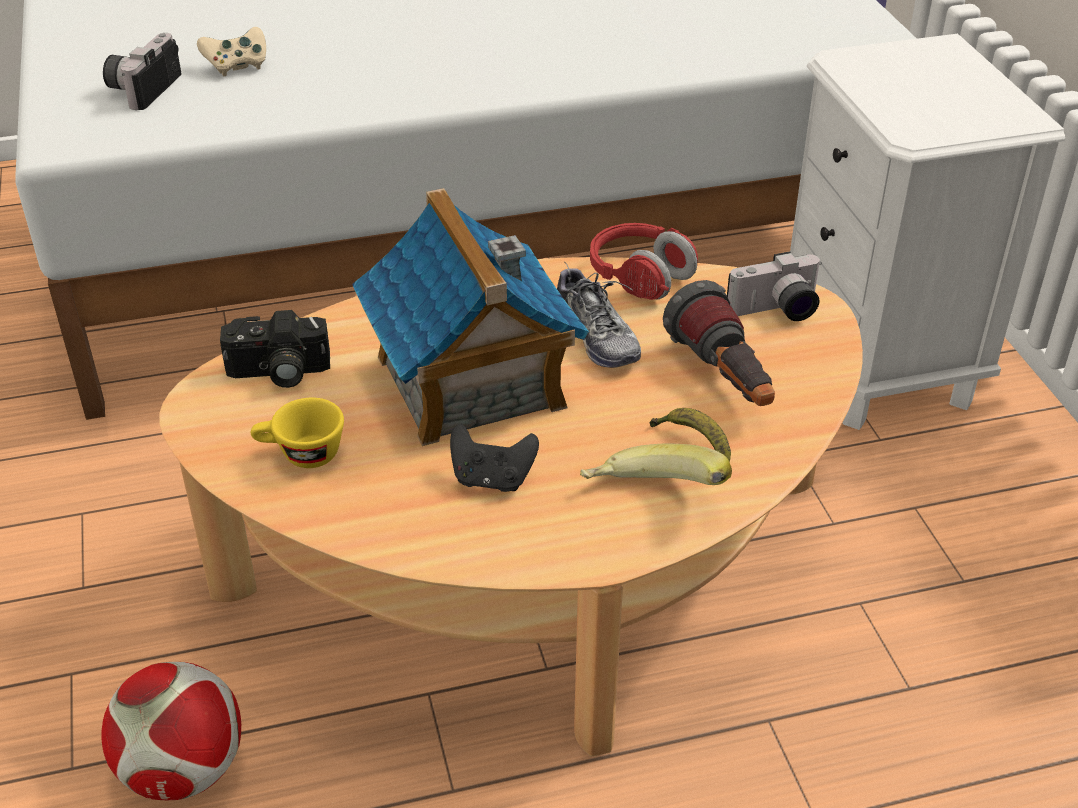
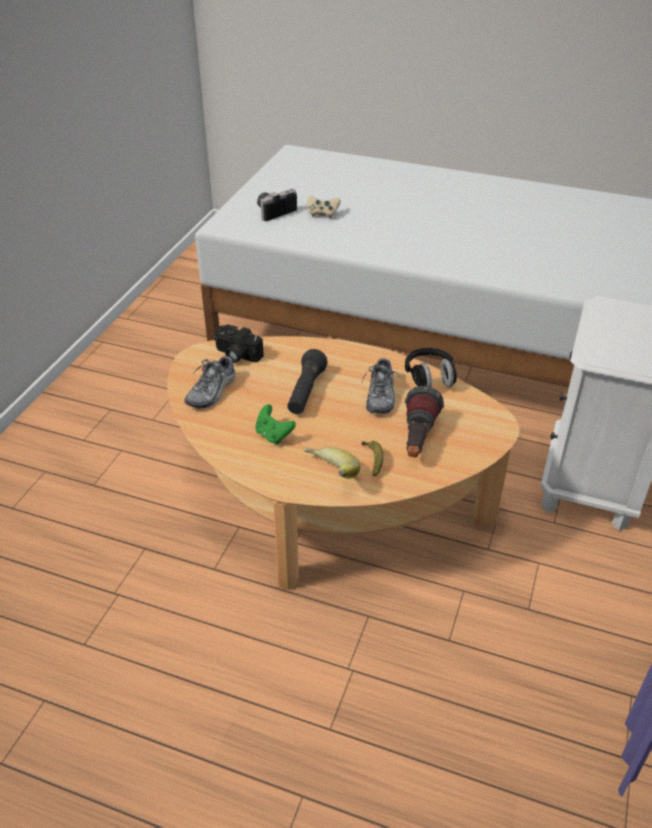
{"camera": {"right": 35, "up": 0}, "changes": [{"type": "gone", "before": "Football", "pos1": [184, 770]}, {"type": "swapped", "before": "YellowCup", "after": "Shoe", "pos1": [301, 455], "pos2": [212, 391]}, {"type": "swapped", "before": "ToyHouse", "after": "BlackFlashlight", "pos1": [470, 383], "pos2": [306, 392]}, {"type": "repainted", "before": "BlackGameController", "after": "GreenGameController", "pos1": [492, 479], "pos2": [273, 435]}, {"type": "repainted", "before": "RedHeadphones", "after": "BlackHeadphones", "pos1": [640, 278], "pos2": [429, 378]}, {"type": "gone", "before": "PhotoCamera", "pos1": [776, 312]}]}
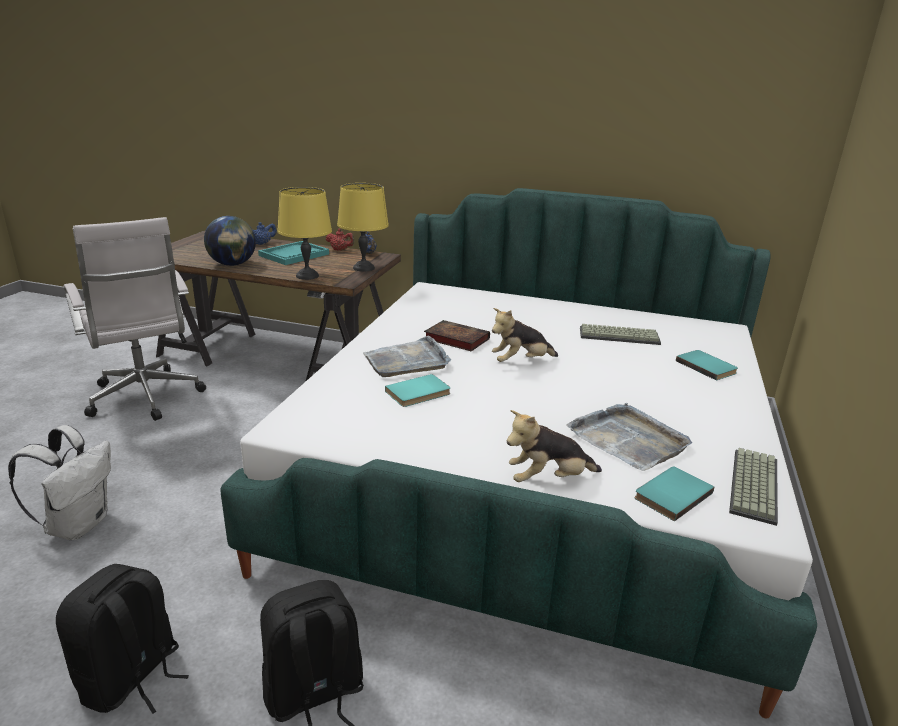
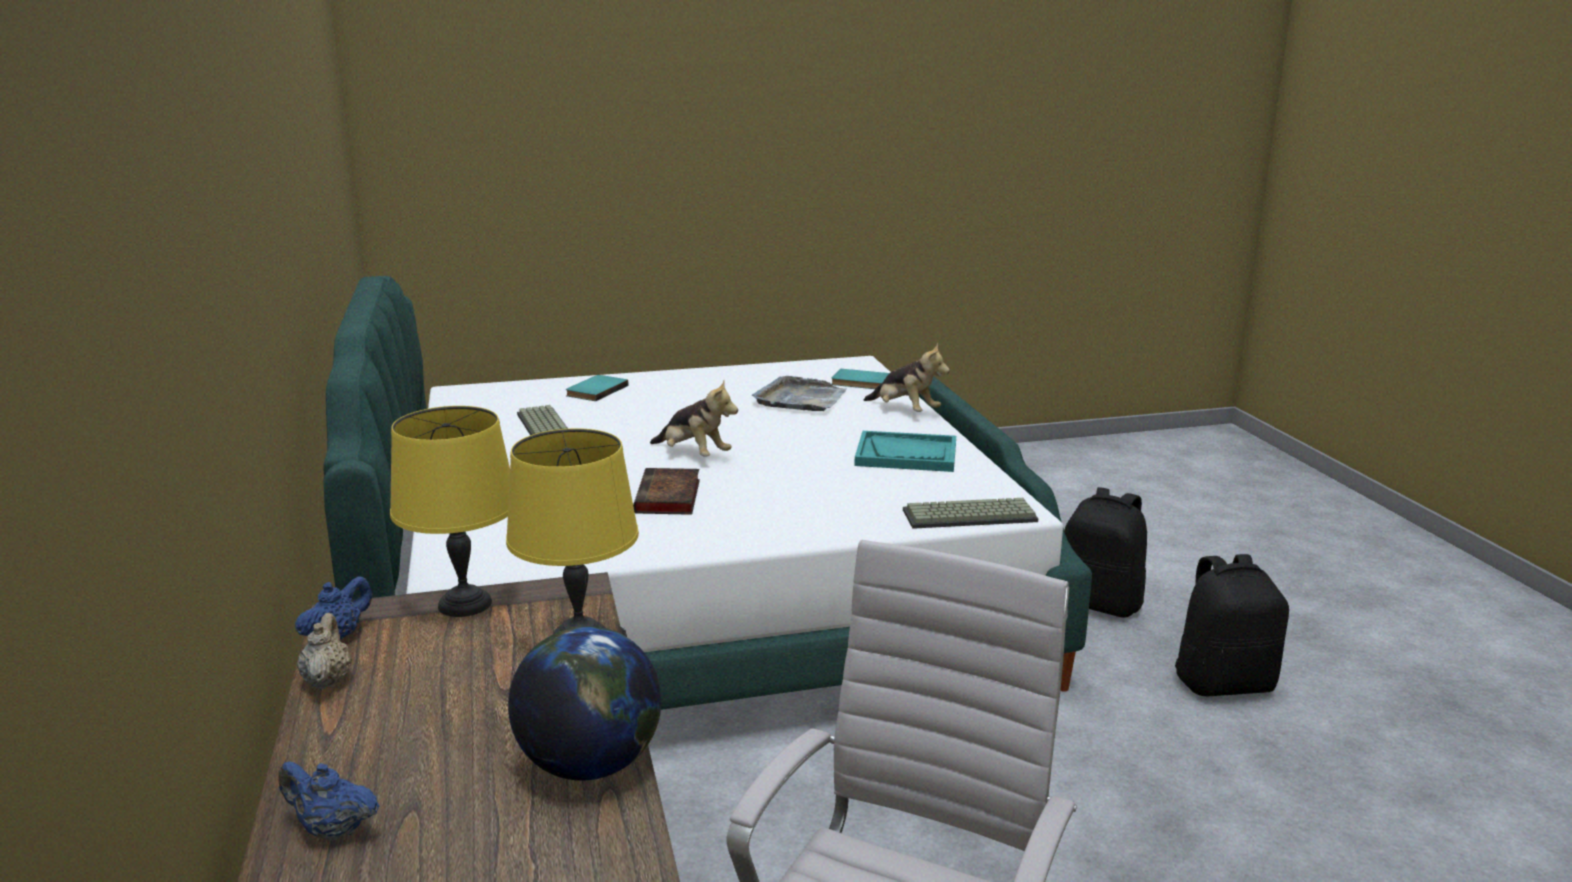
{"camera": {"right": -120, "up": -5}, "changes": [{"type": "gone", "before": "WhiteBackpack", "pos1": [78, 524]}, {"type": "shifted", "before": "TurquoiseTray", "pos1": [294, 255], "pos2": [906, 455]}, {"type": "repainted", "before": "RedTeapot", "after": "BeigeTeapot", "pos1": [340, 250], "pos2": [327, 680]}, {"type": "gone", "before": "GreyTray", "pos1": [407, 361]}, {"type": "gone", "before": "TurquoiseBook", "pos1": [419, 393]}, {"type": "shifted", "before": "Keyboard", "pos1": [751, 484], "pos2": [968, 517]}]}
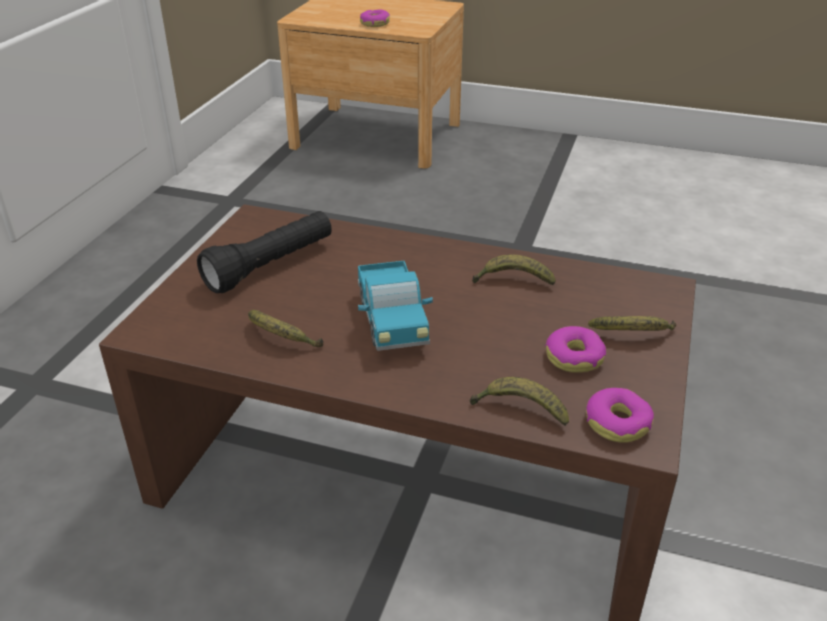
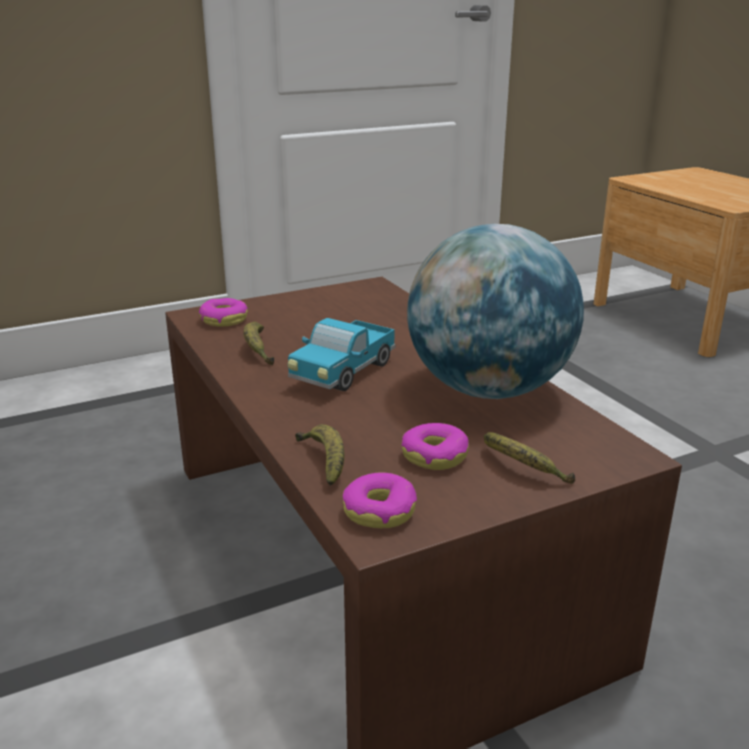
{"camera": {"right": 45, "up": -10}, "changes": [{"type": "gone", "before": "BlackFlashlight", "pos1": [271, 266]}, {"type": "shifted", "before": "Donut", "pos1": [374, 23], "pos2": [224, 320]}, {"type": "swapped", "before": "Banana", "after": "Globe", "pos1": [512, 281], "pos2": [488, 389]}]}
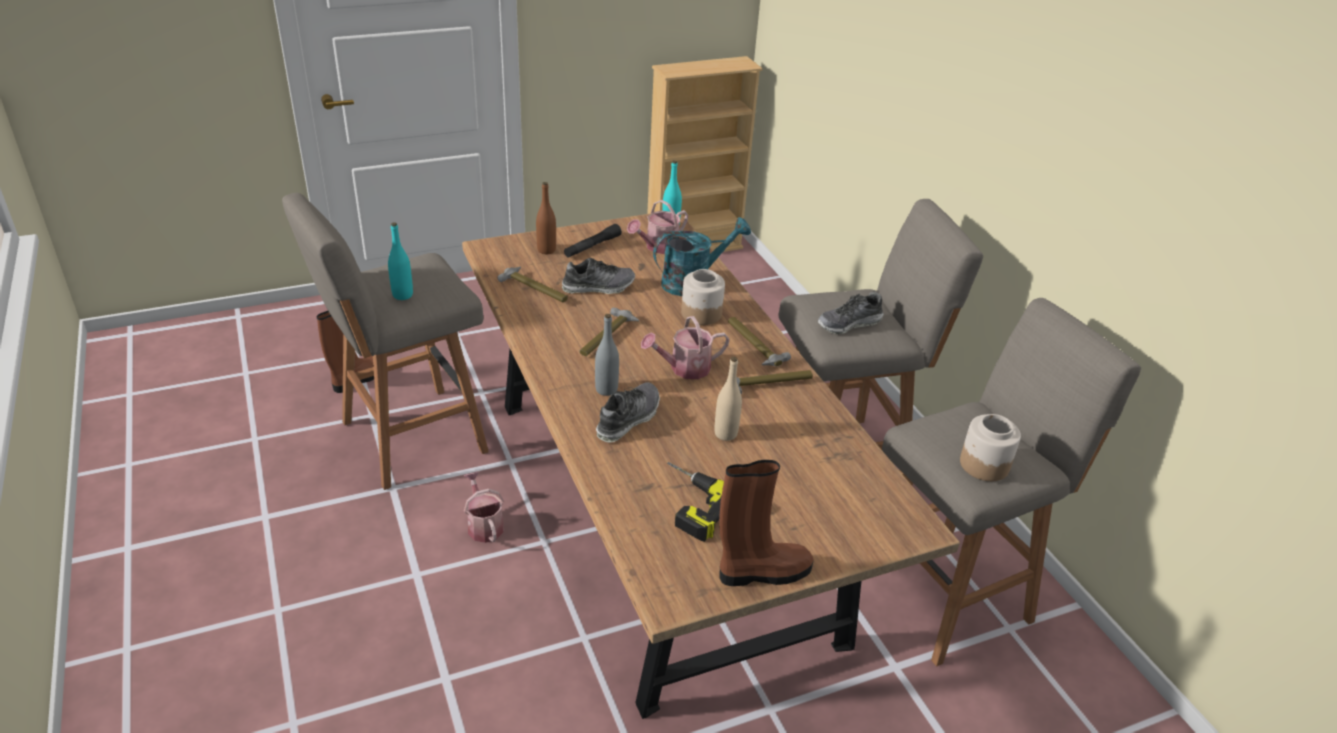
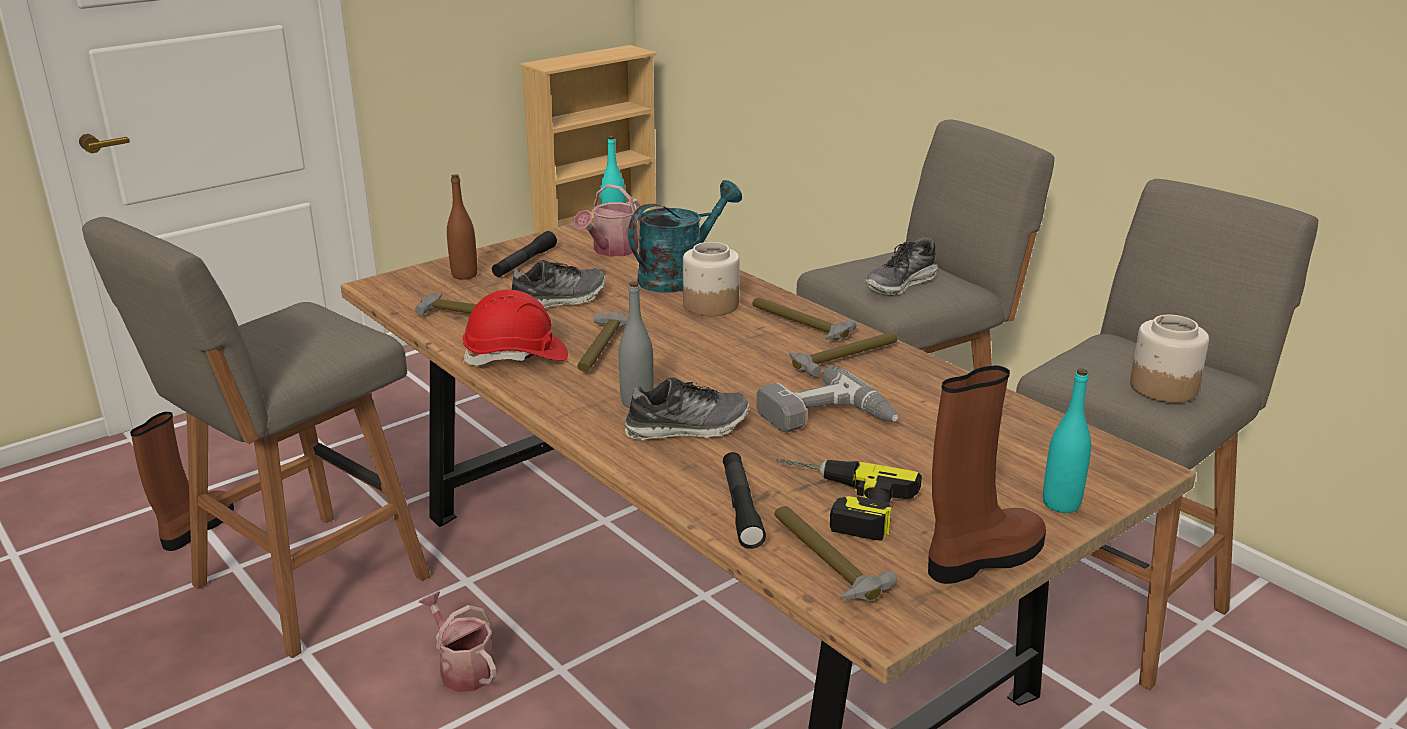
{"camera": {"right": -15, "up": -10}, "changes": [{"type": "shifted", "before": "TurquoiseBottle", "pos1": [402, 295], "pos2": [1061, 504]}, {"type": "rotated", "before": "Shoe", "pos1": [628, 419], "pos2": [687, 428], "turn": 60}, {"type": "gone", "before": "WateringCan", "pos1": [684, 368]}, {"type": "swapped", "before": "BeigeBottle", "after": "PowerDrill", "pos1": [725, 434], "pos2": [827, 419]}, {"type": "new", "after": "RedHardHat", "pos2": [516, 357]}, {"type": "new", "after": "BlackFlashlight", "pos2": [741, 507]}, {"type": "new", "after": "Hammer", "pos2": [824, 561]}]}
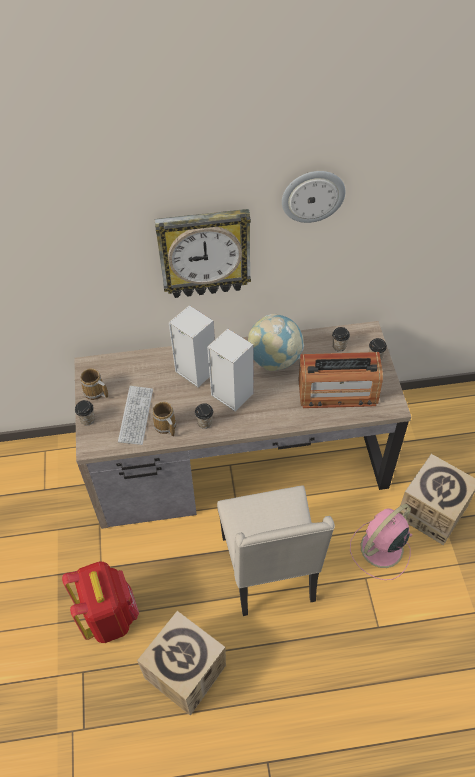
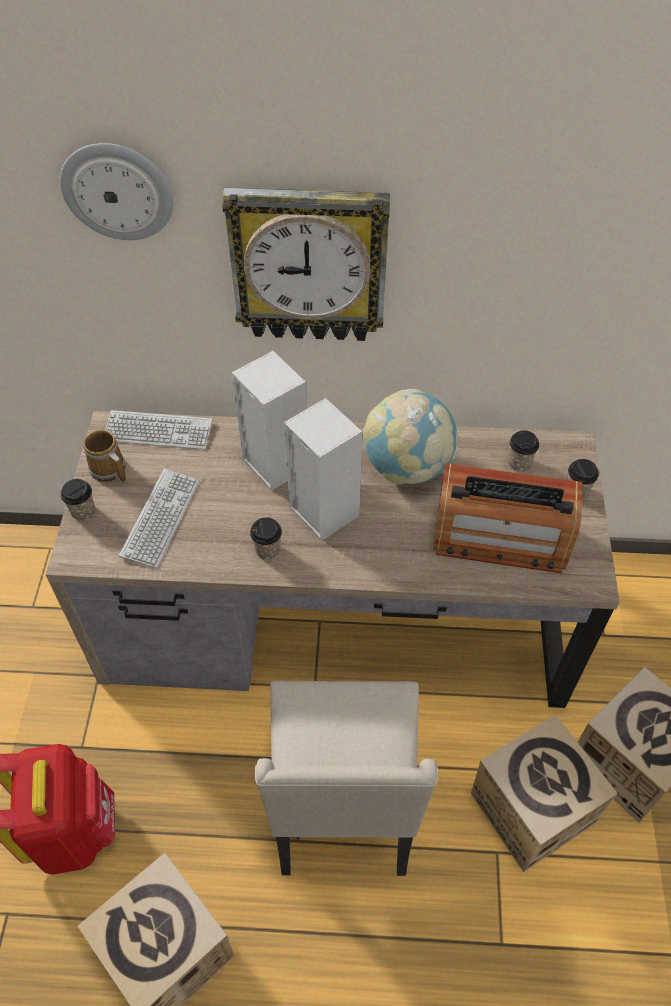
{"camera": {"right": 10, "up": 0}, "changes": [{"type": "gone", "before": "Mug", "pos1": [165, 426]}, {"type": "shifted", "before": "WallClock", "pos1": [313, 196], "pos2": [118, 191]}, {"type": "swapped", "before": "PinkFan", "after": "CardboardBox", "pos1": [380, 549], "pos2": [531, 808]}, {"type": "new", "after": "Keyboard", "pos2": [158, 431]}]}
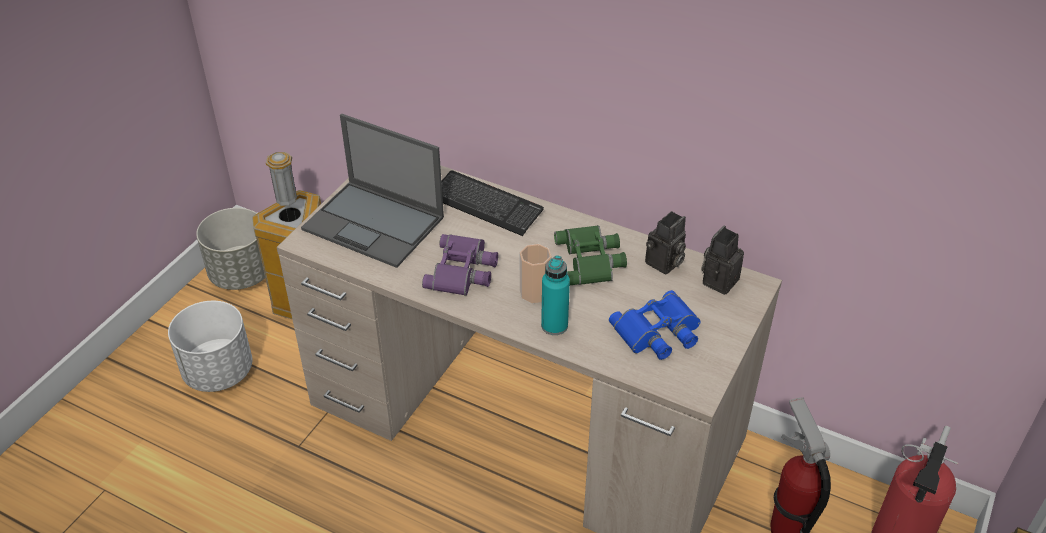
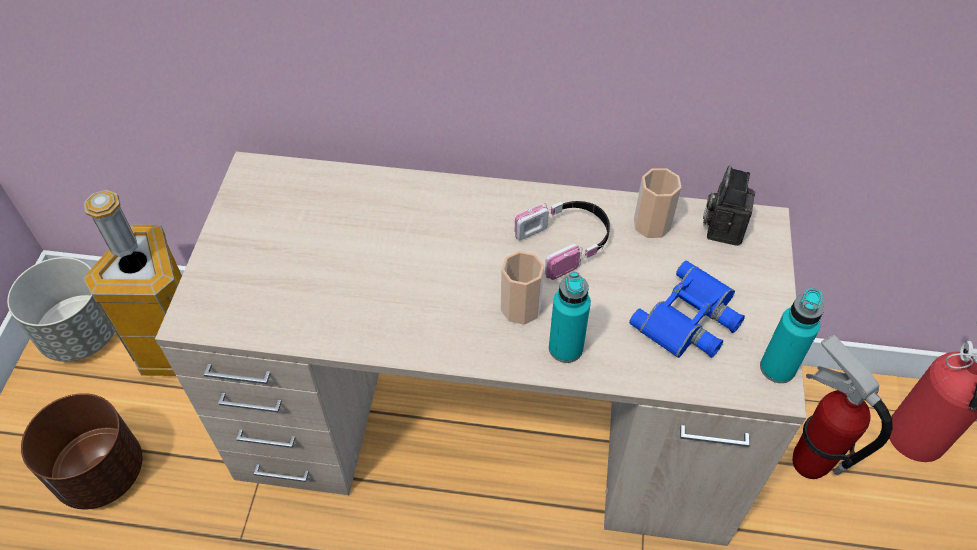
{"camera": {"right": -20, "up": 10}, "changes": [{"type": "repainted", "before": "WhitePlanter", "after": "BrownPlanter", "pos1": [218, 371], "pos2": [101, 472]}, {"type": "gone", "before": "Laptop", "pos1": [375, 224]}, {"type": "gone", "before": "PurpleBinoculars", "pos1": [463, 271]}, {"type": "gone", "before": "Keyboard", "pos1": [486, 205]}, {"type": "swapped", "before": "GreenBinoculars", "after": "Headphones", "pos1": [591, 260], "pos2": [566, 242]}, {"type": "swapped", "before": "PhotoCamera", "after": "Cup", "pos1": [664, 264], "pos2": [652, 224]}, {"type": "new", "after": "TurquoiseBottle", "pos2": [777, 368]}]}
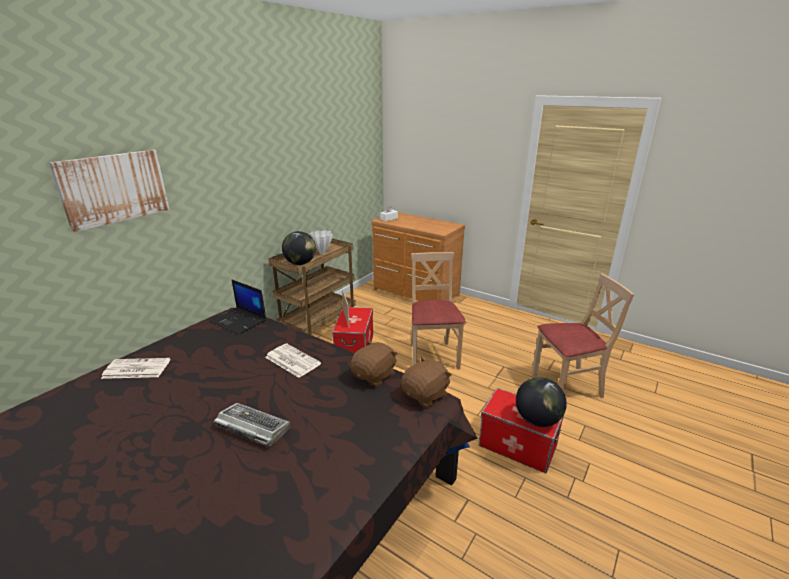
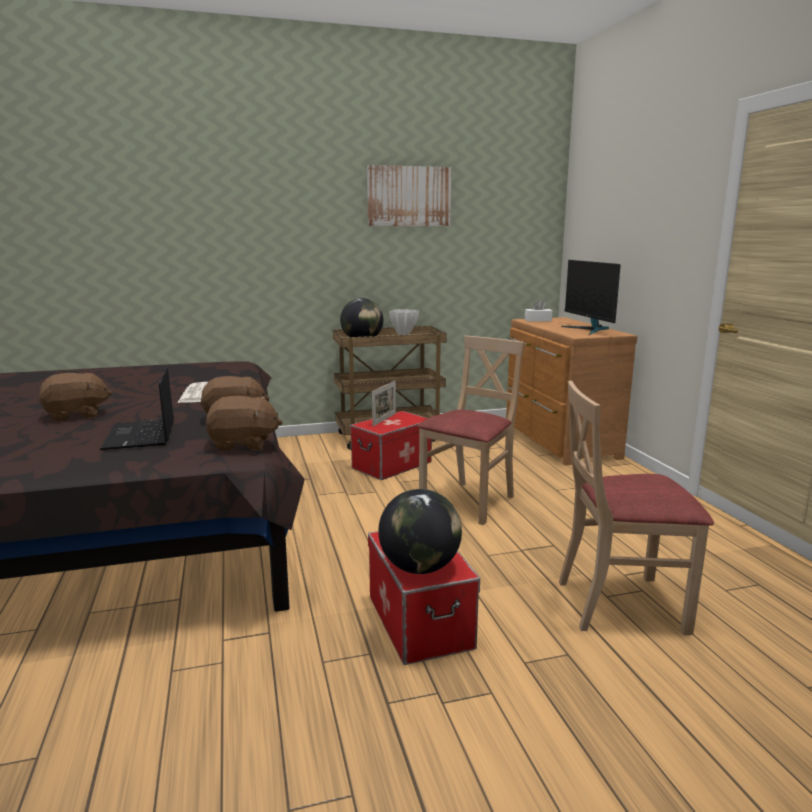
{"camera": {"right": 40, "up": -10}, "changes": [{"type": "shifted", "before": "Picture", "pos1": [114, 188], "pos2": [409, 196]}, {"type": "gone", "before": "Newspaper", "pos1": [135, 369]}, {"type": "shifted", "before": "Laptop", "pos1": [239, 321], "pos2": [141, 435]}, {"type": "swapped", "before": "Keyboard", "after": "BrownPlushToy", "pos1": [252, 428], "pos2": [76, 415]}, {"type": "rotated", "before": "BeigeChair", "pos1": [567, 387], "pos2": [620, 604], "turn": 150}, {"type": "new", "after": "Monitor", "pos2": [589, 330]}]}
